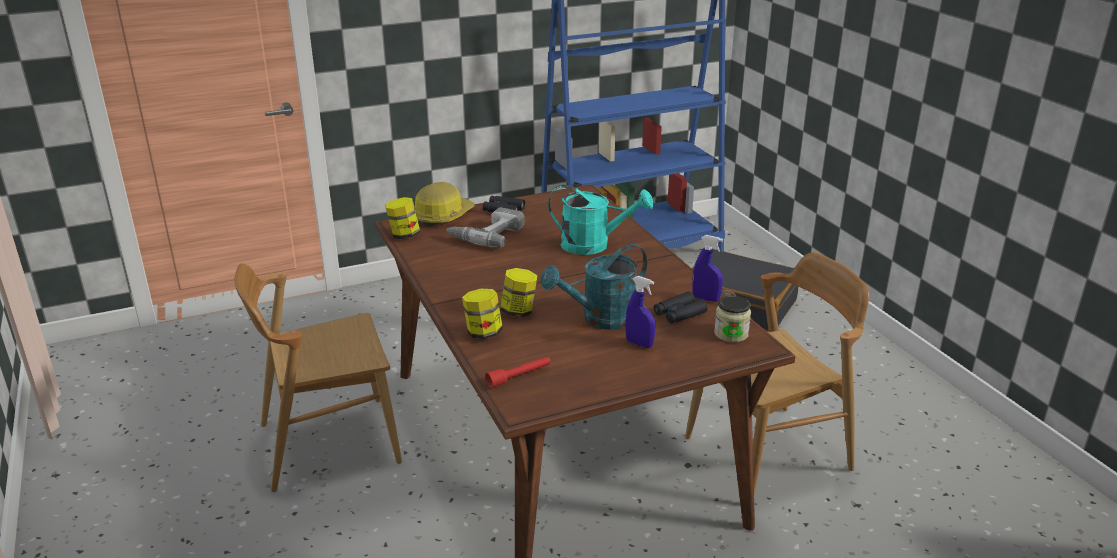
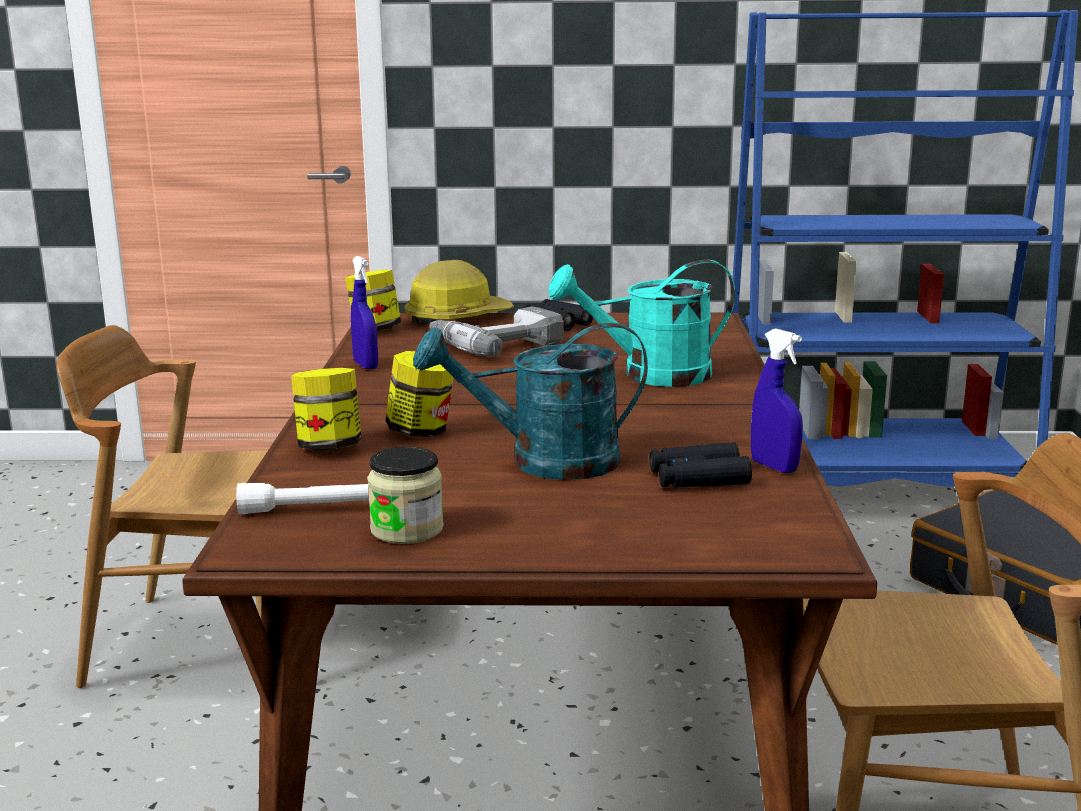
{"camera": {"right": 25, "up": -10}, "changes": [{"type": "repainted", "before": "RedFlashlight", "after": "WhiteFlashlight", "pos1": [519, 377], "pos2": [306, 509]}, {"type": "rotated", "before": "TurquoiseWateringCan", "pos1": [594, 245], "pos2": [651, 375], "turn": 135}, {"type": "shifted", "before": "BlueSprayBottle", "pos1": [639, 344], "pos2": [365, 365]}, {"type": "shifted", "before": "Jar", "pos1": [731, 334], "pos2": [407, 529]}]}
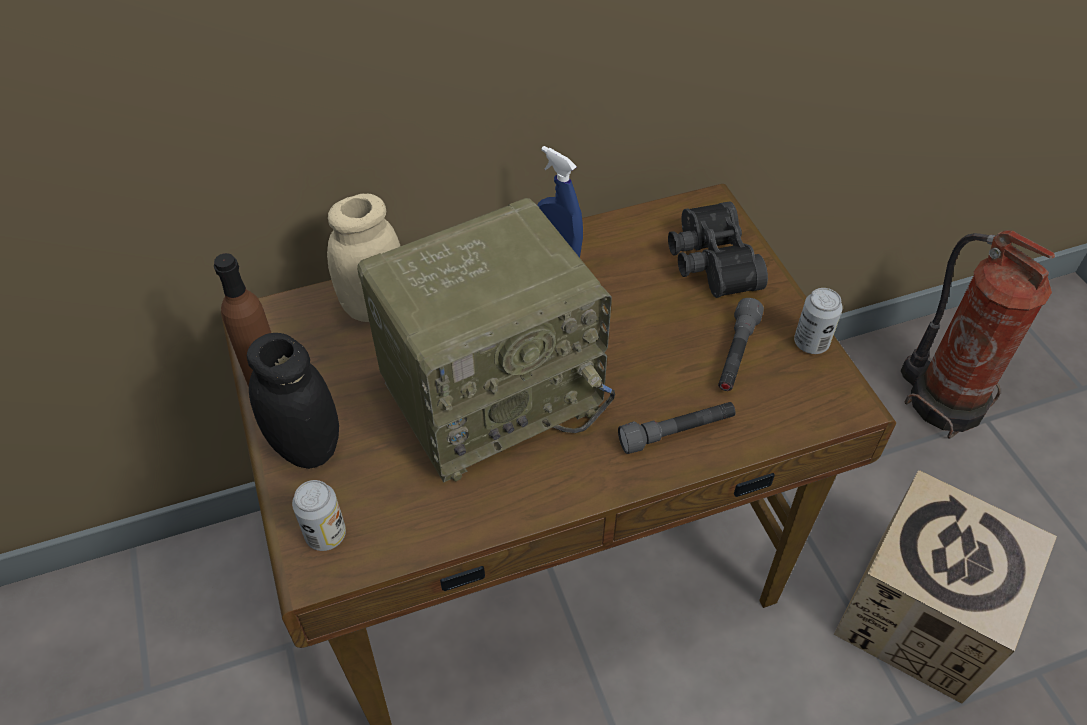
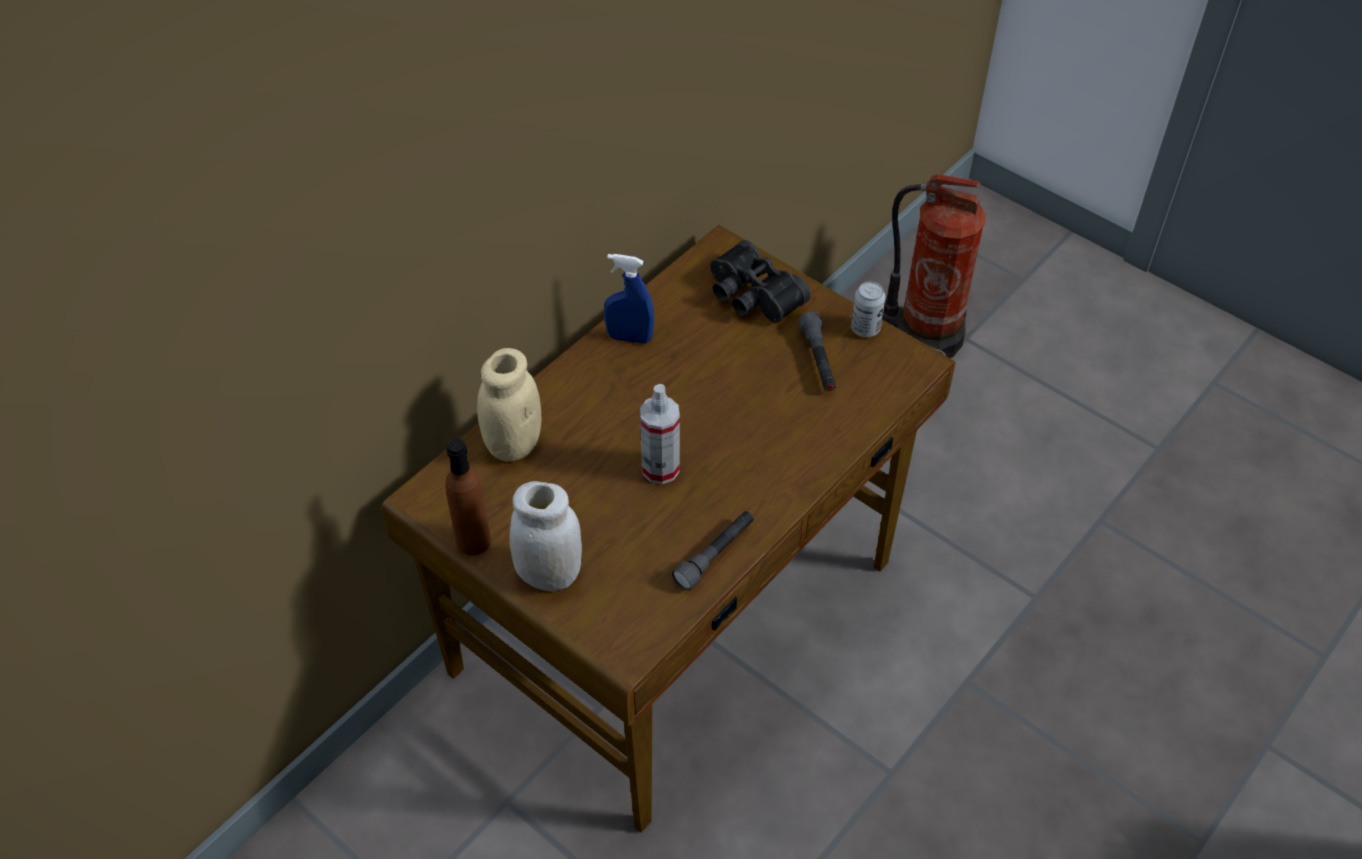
{"camera": {"right": -30, "up": 0}, "changes": [{"type": "repainted", "before": "BlackJar", "after": "WhiteJar", "pos1": [307, 447], "pos2": [549, 574]}, {"type": "gone", "before": "Can", "pos1": [326, 535]}, {"type": "swapped", "before": "Radio", "after": "SprayBottle", "pos1": [493, 392], "pos2": [660, 468]}, {"type": "shifted", "before": "GreyFlashlight", "pos1": [676, 433], "pos2": [715, 555]}, {"type": "gone", "before": "CardboardBox", "pos1": [920, 616]}]}
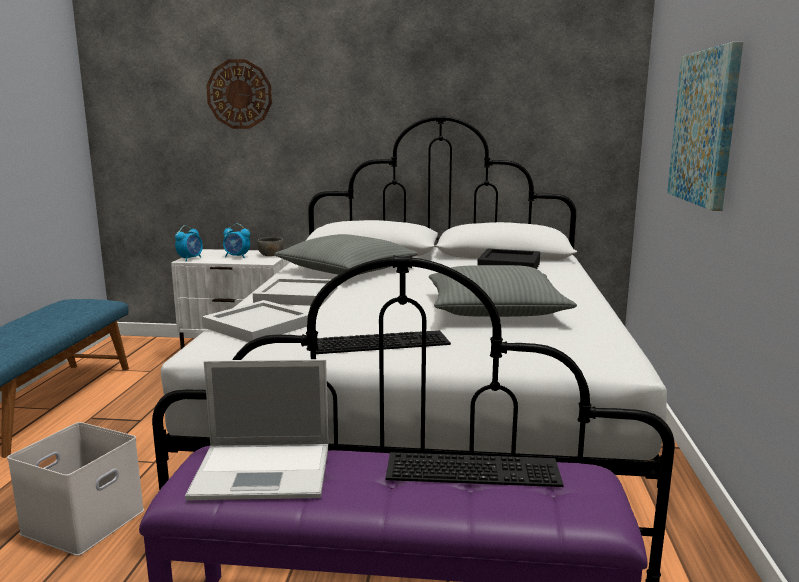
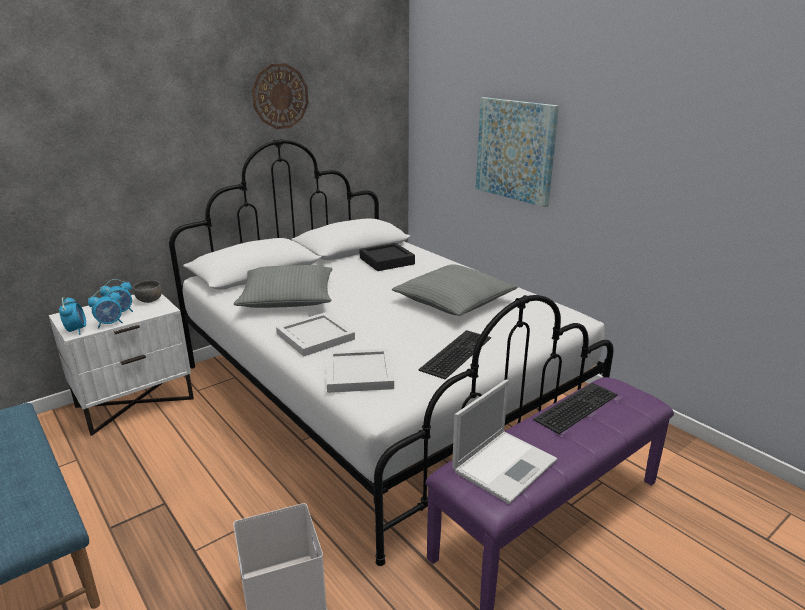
{"camera": {"right": -45, "up": 10}, "changes": [{"type": "shifted", "before": "WallClock", "pos1": [239, 94], "pos2": [280, 96]}, {"type": "new", "after": "AlarmClock", "pos2": [110, 324]}]}
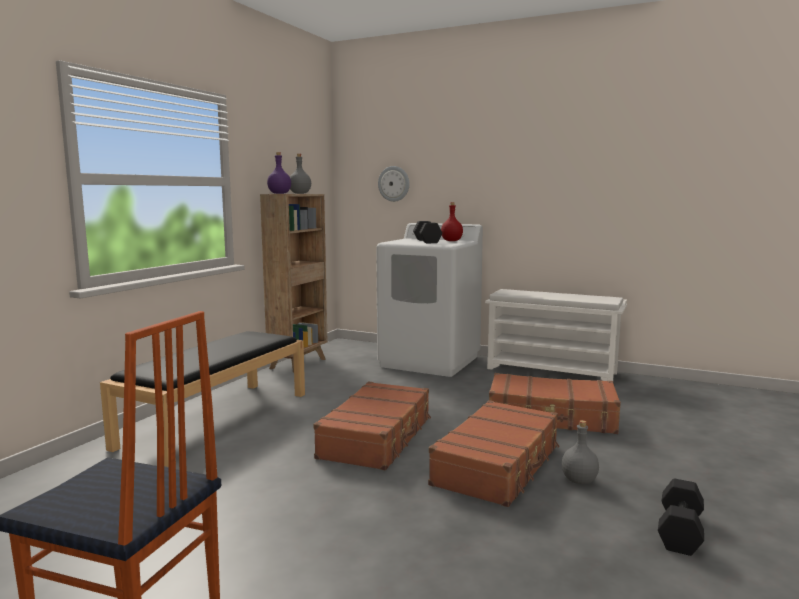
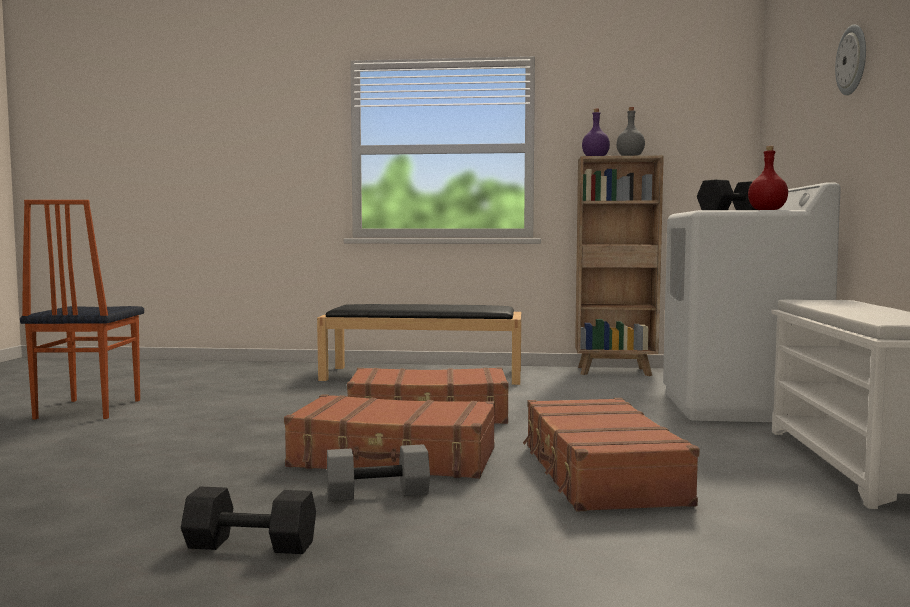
{"camera": {"right": 70, "up": -5}, "changes": [{"type": "shifted", "before": "WallClock", "pos1": [394, 183], "pos2": [852, 60]}, {"type": "swapped", "before": "GreyBottle", "after": "GreyDumbbell", "pos1": [580, 481], "pos2": [376, 494]}]}
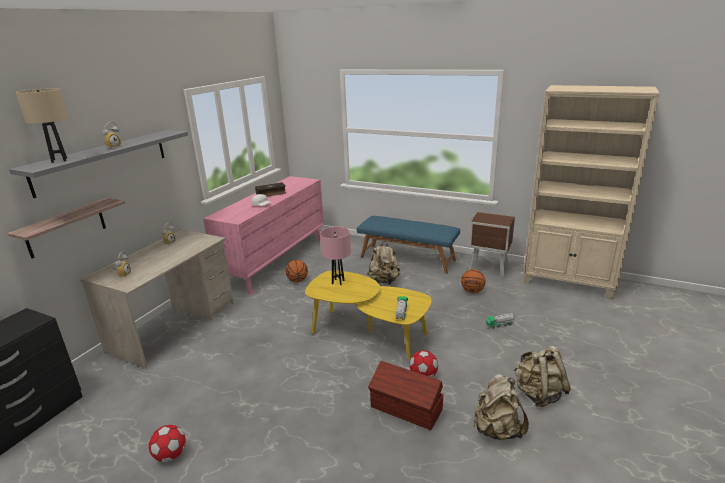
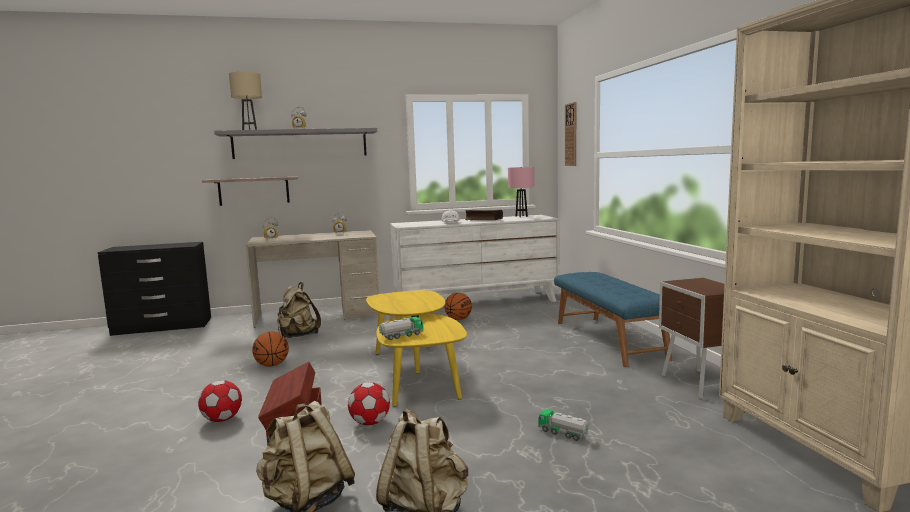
{"camera": {"right": 50, "up": -15}, "changes": [{"type": "shifted", "before": "Football", "pos1": [170, 455], "pos2": [222, 419]}, {"type": "repainted", "before": "PinkDresser", "after": "WhiteDresser", "pos1": [275, 261], "pos2": [476, 302]}, {"type": "shifted", "before": "PinkTableLamp", "pos1": [338, 282], "pos2": [521, 216]}, {"type": "shifted", "before": "BeigeBackpack", "pos1": [384, 281], "pos2": [298, 336]}, {"type": "shifted", "before": "Basketball", "pos1": [472, 291], "pos2": [272, 365]}, {"type": "new", "after": "WallClock", "pos2": [571, 134]}]}
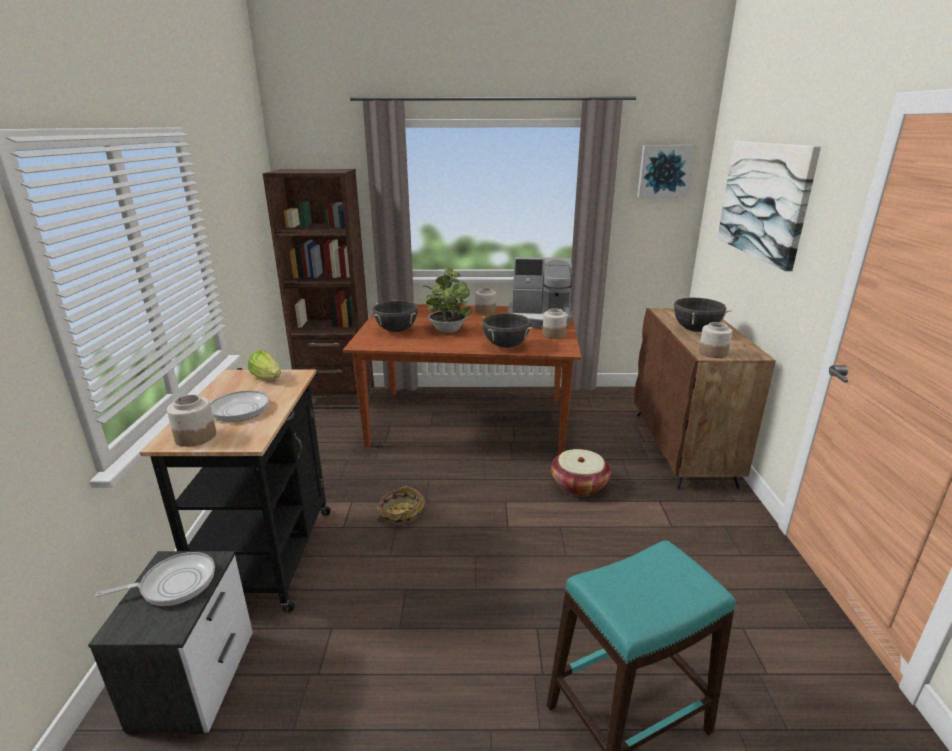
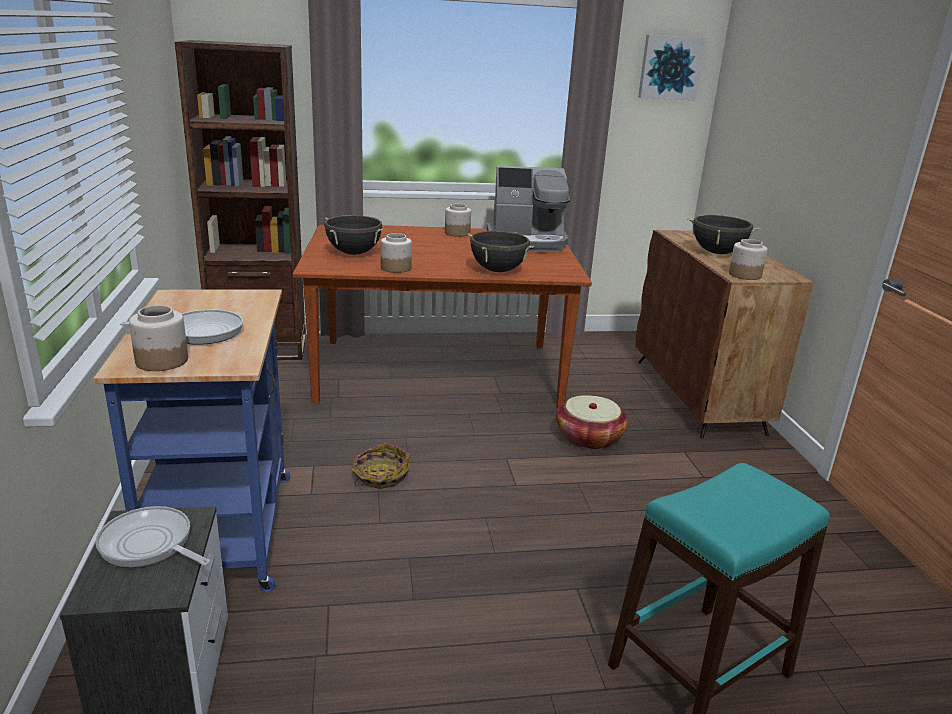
{"camera": {"right": -10, "up": 0}, "changes": [{"type": "rotated", "before": "FryingPan", "pos1": [174, 584], "pos2": [149, 544], "turn": -120}, {"type": "repainted", "before": "BlackCart", "after": "BlueCart", "pos1": [273, 549], "pos2": [225, 523]}, {"type": "gone", "before": "Lettuce", "pos1": [267, 378]}, {"type": "gone", "before": "PottedPlant", "pos1": [447, 329]}, {"type": "shifted", "before": "Jar", "pos1": [553, 334], "pos2": [395, 268]}, {"type": "gone", "before": "Picture", "pos1": [764, 200]}]}
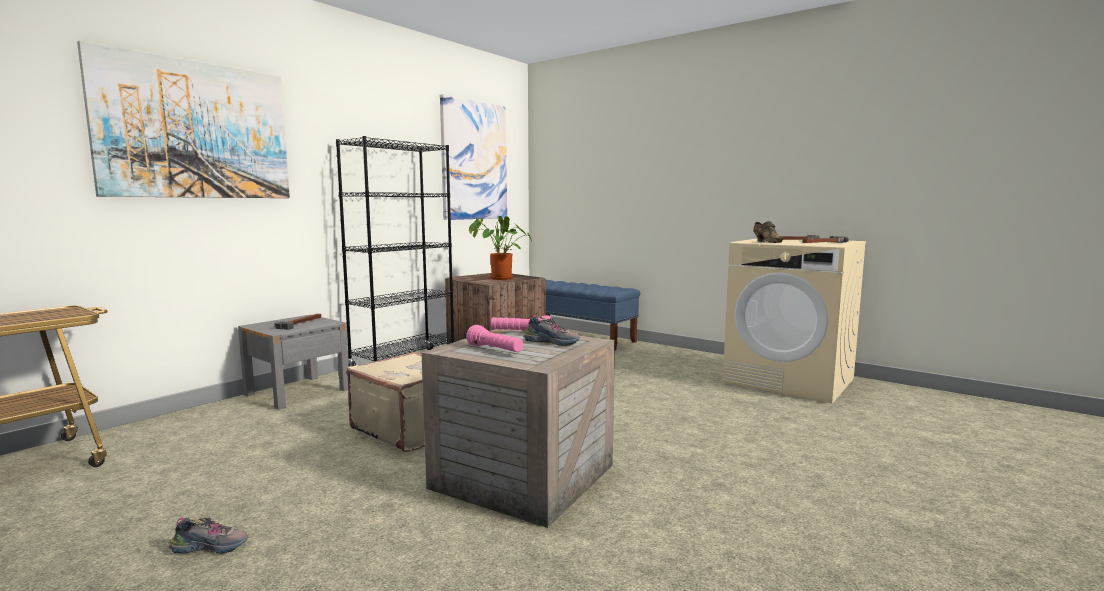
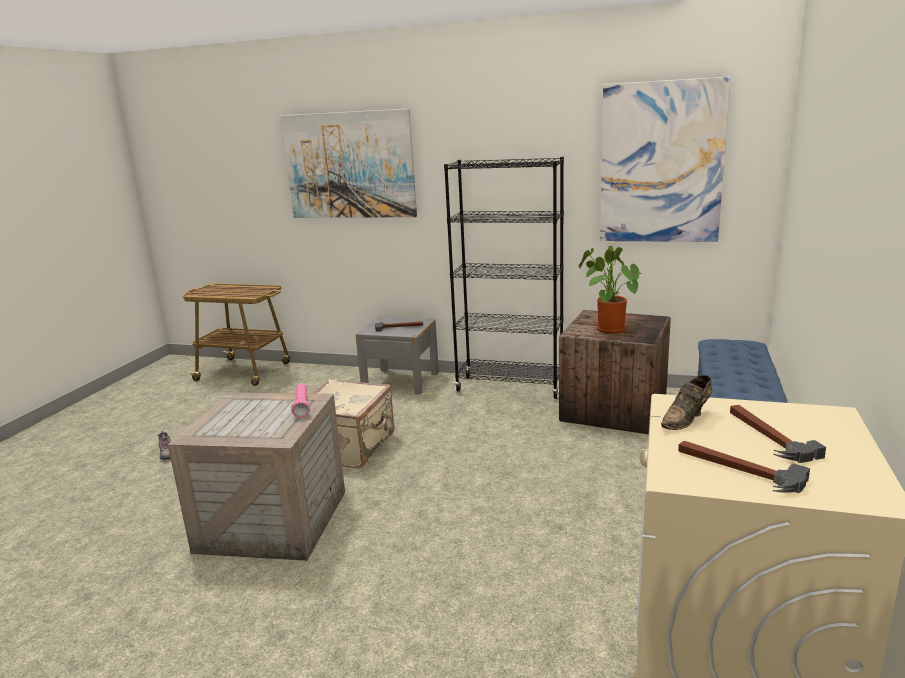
{"camera": {"right": 70, "up": 10}, "changes": [{"type": "gone", "before": "PinkFlashlight", "pos1": [495, 350]}, {"type": "gone", "before": "Shoe", "pos1": [552, 342]}]}
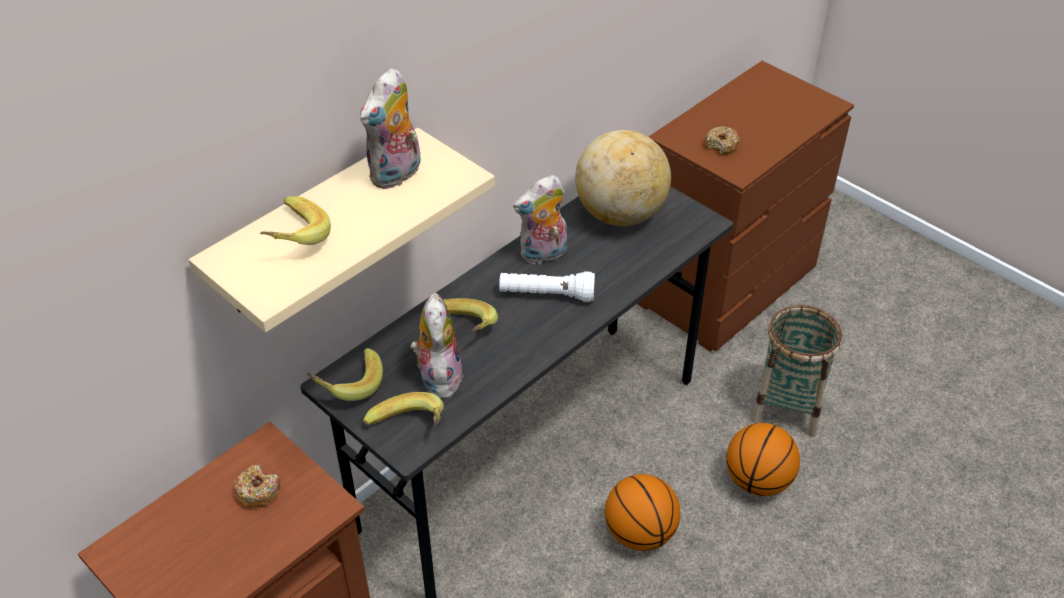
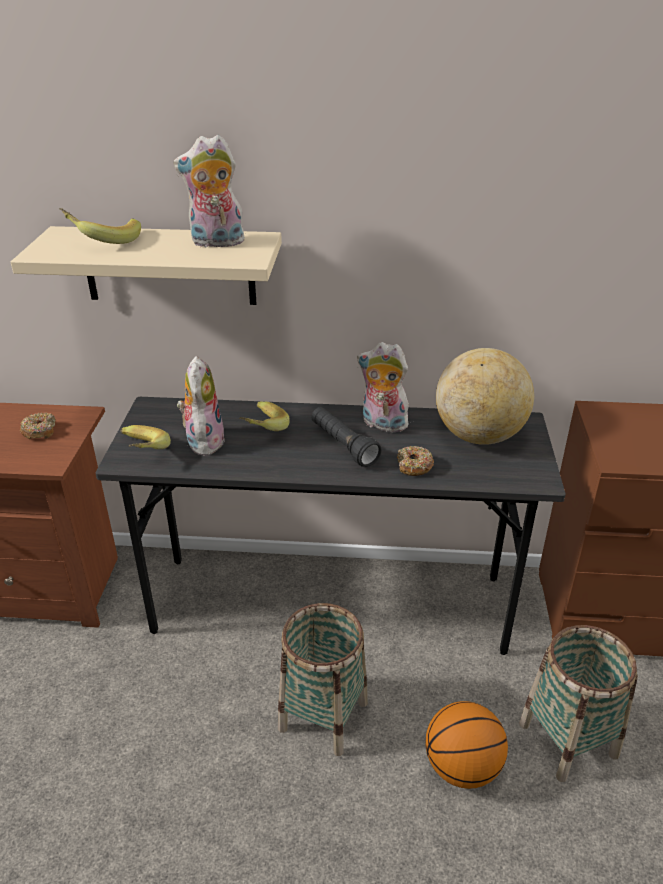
{"camera": {"right": 50, "up": -10}, "changes": [{"type": "gone", "before": "Banana", "pos1": [347, 384]}, {"type": "rotated", "before": "PlushToy", "pos1": [438, 377], "pos2": [203, 441], "turn": -45}, {"type": "repainted", "before": "WhiteFlashlight", "after": "BlackFlashlight", "pos1": [546, 295], "pos2": [343, 445]}, {"type": "swapped", "before": "Basketball", "after": "Basket", "pos1": [640, 533], "pos2": [323, 715]}, {"type": "shifted", "before": "Donut", "pos1": [721, 145], "pos2": [414, 466]}]}
